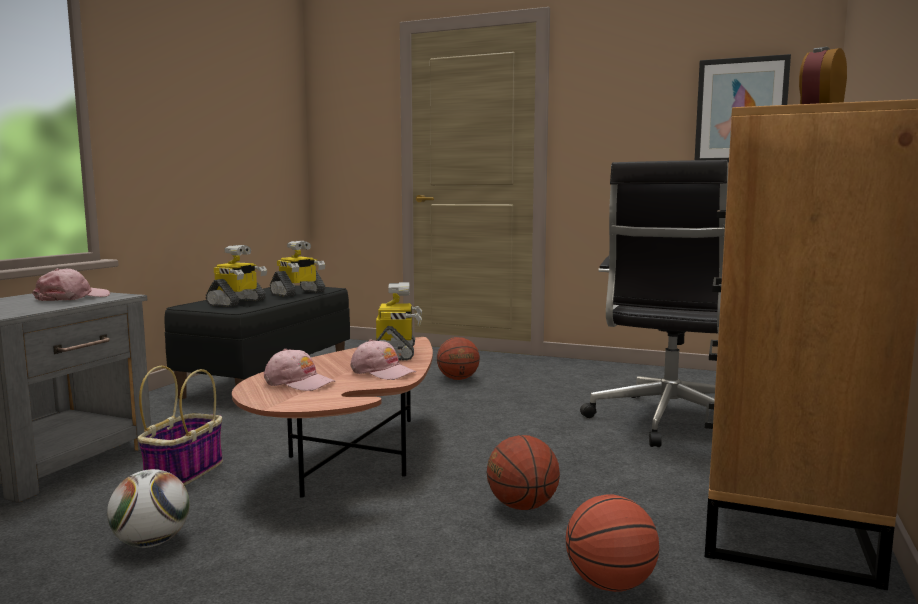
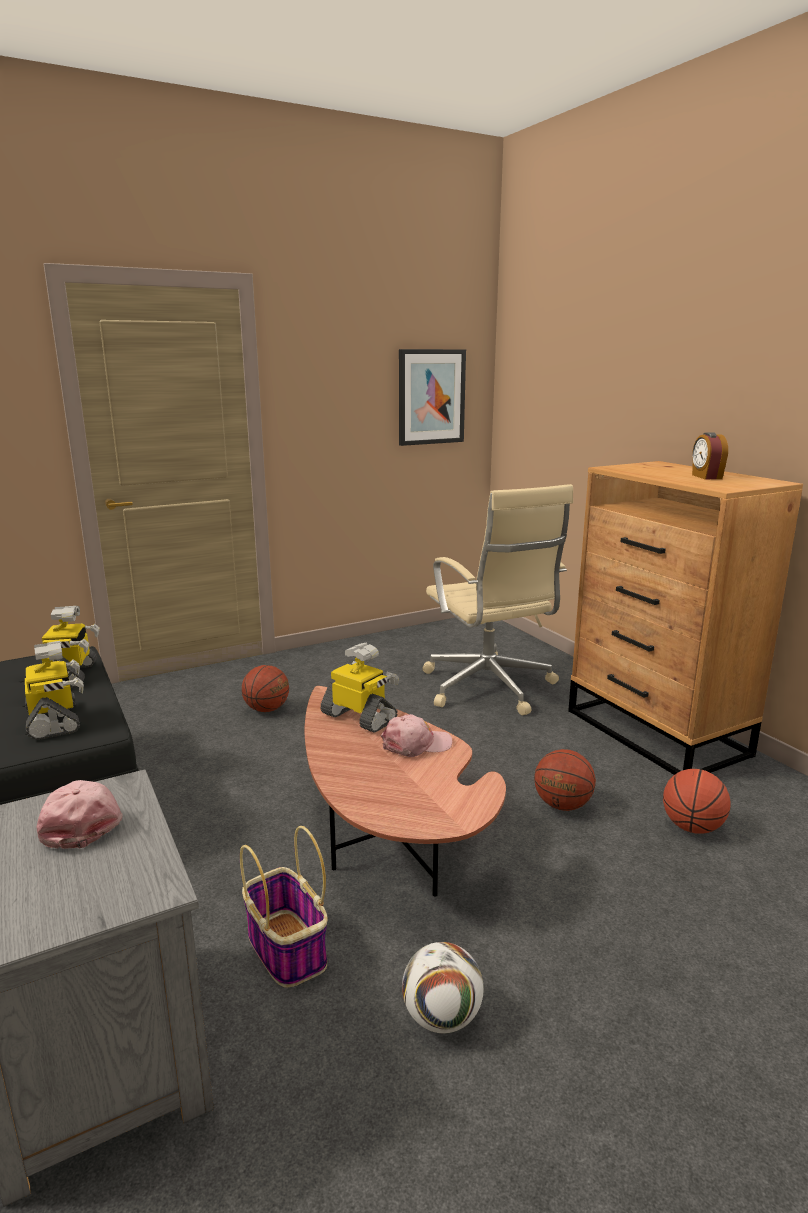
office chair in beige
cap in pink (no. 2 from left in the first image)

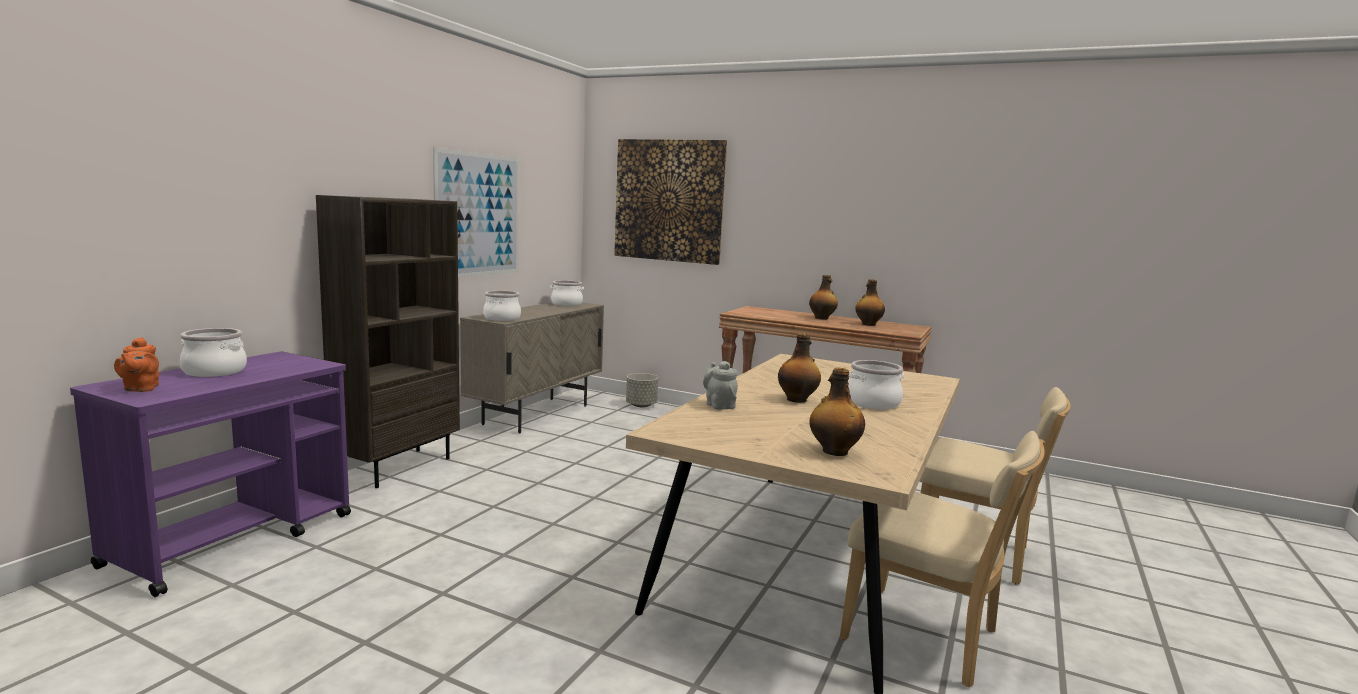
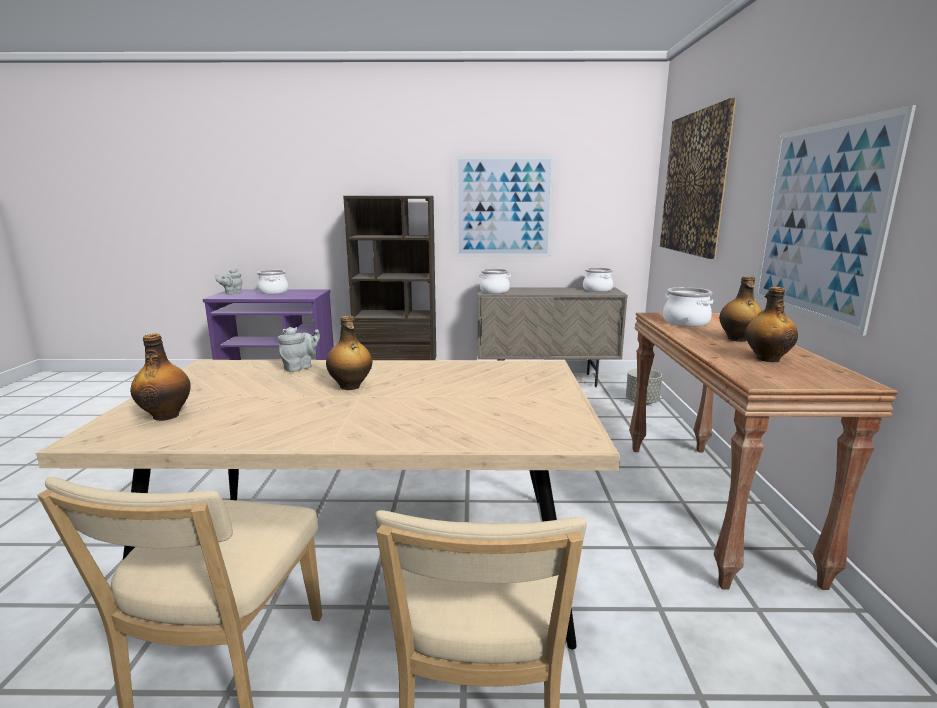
teapot in grey (no. 1 from left)
cooking pot (no. 4 from left)
picture (no. 3 from left)

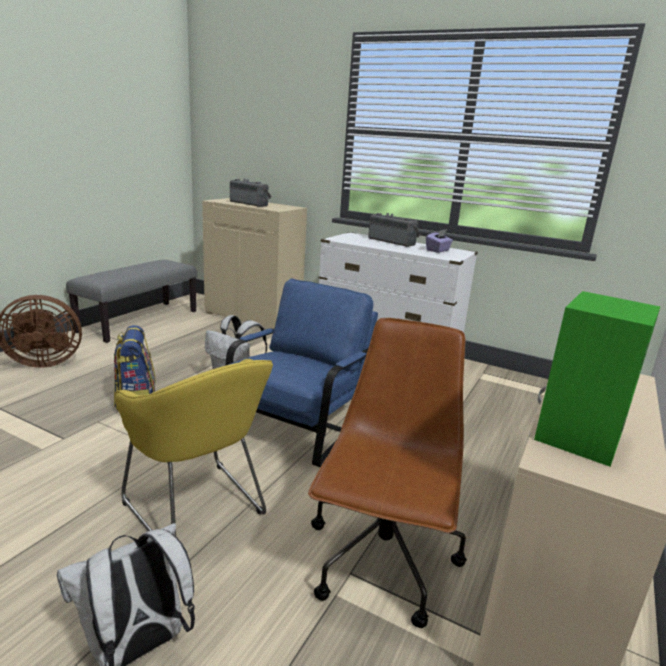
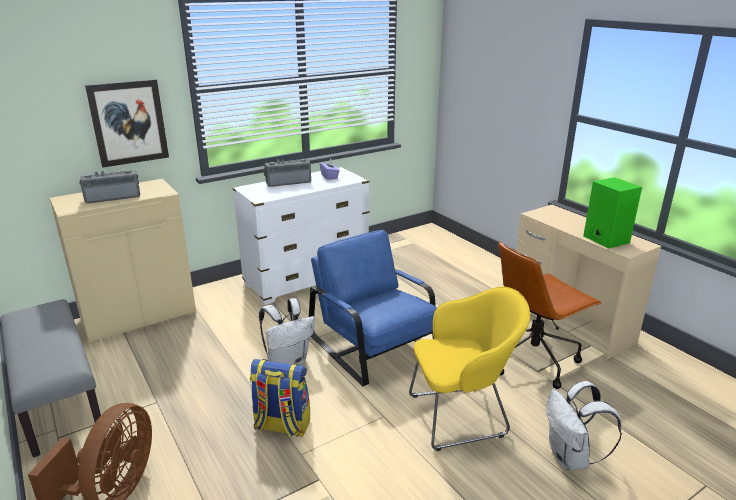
office chair in brown
picture

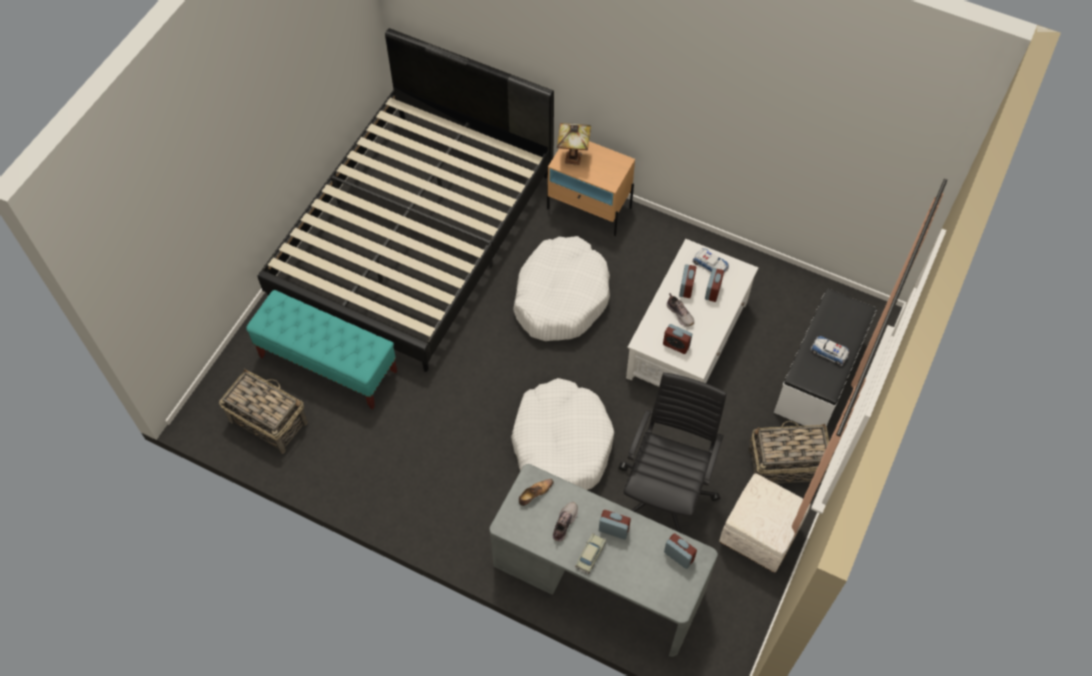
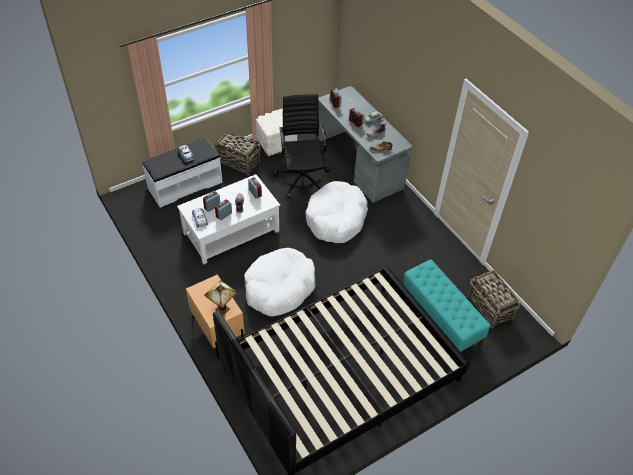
office chair in black

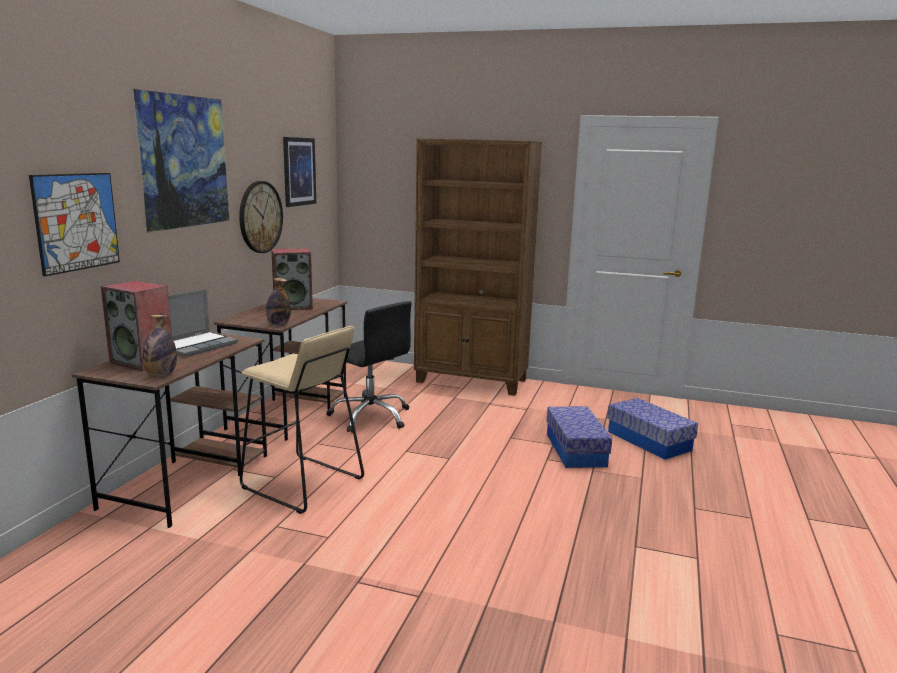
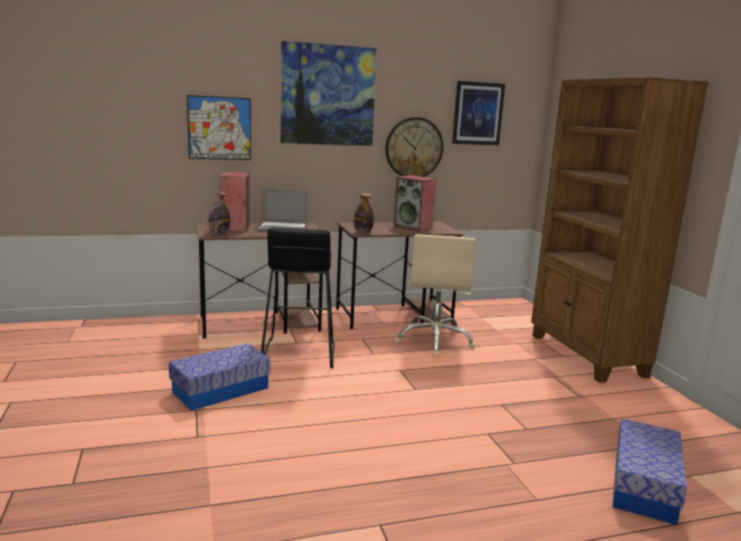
office chair in beige
stool in black
storage box (no. 1 from left)

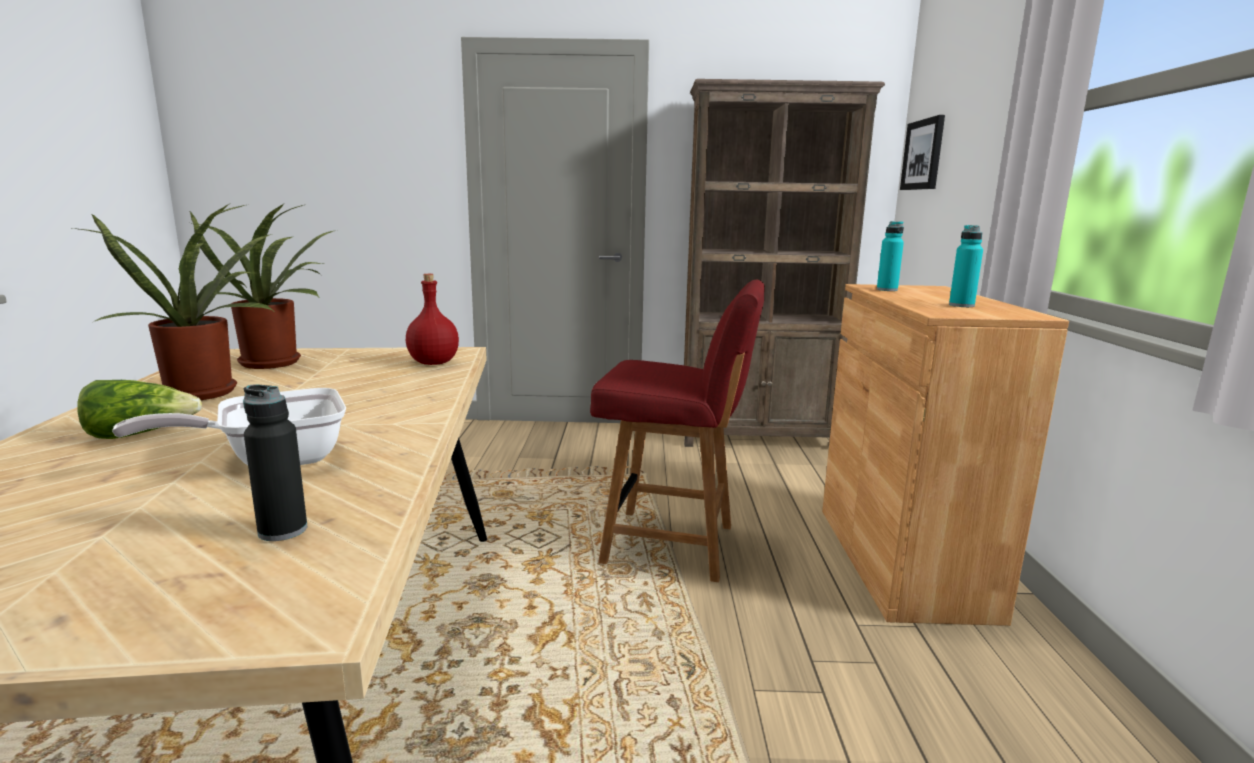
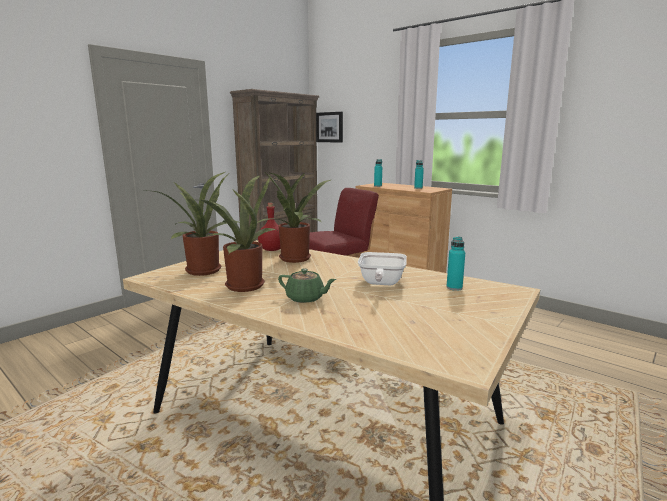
teapot in green
bottle in turquoise (no. 3 from left)
potted plant (no. 3 from left)

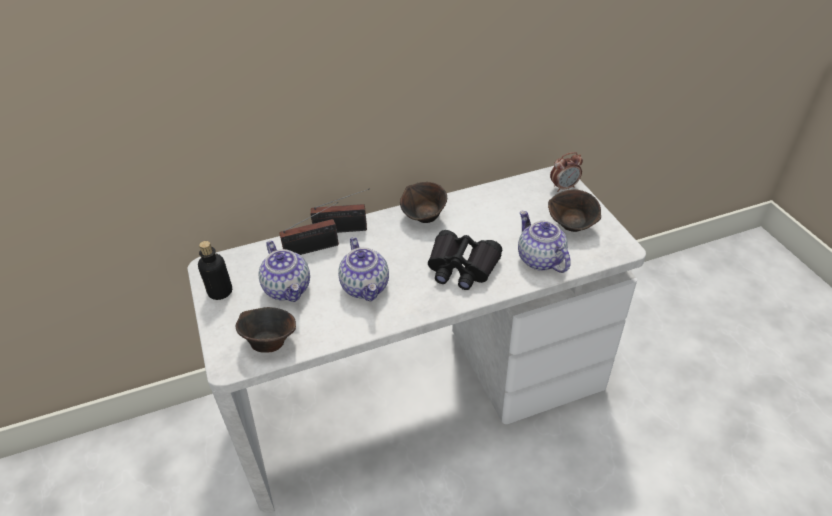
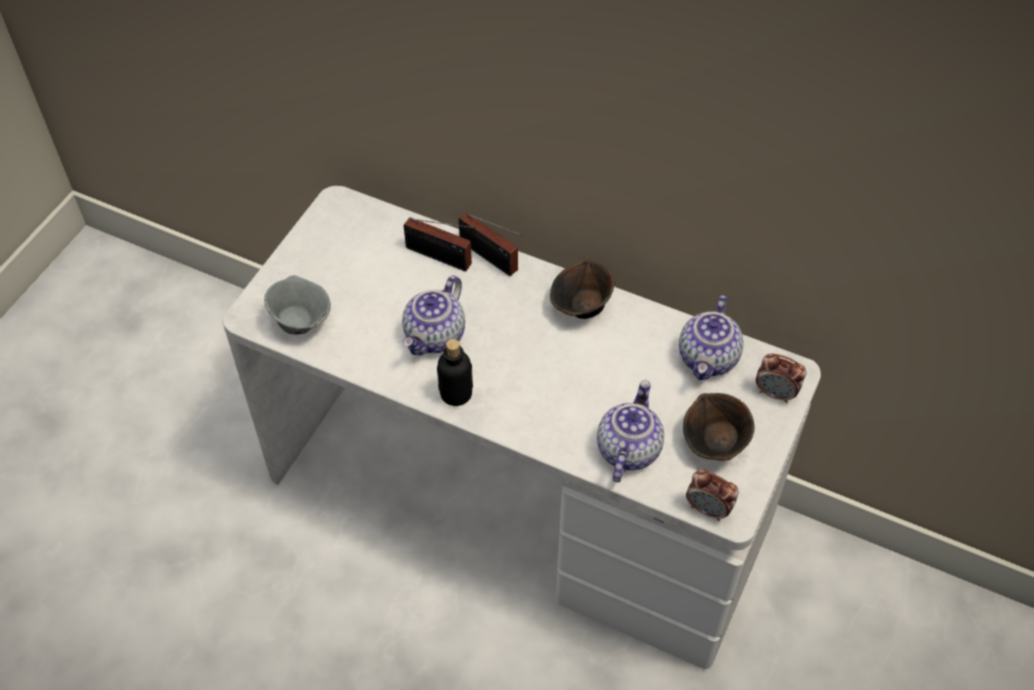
binoculars in black
bottle
teapot (no. 3 from left)
bowl in grey
alarm clock (no. 1 from left)

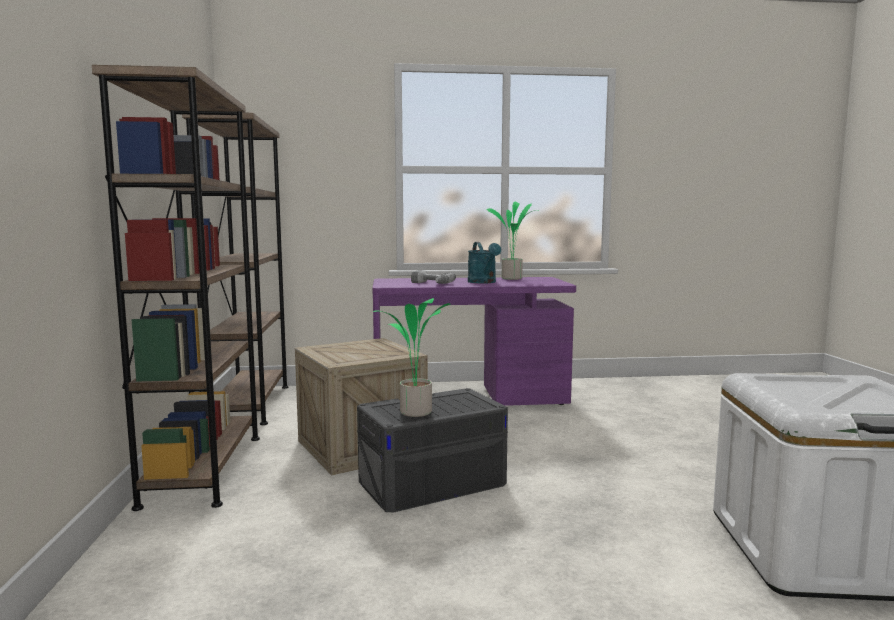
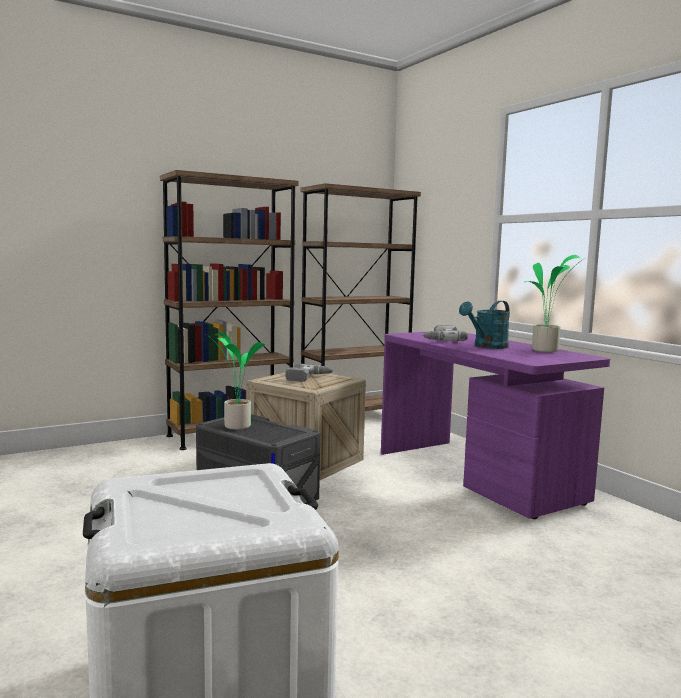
power drill (no. 1 from left)

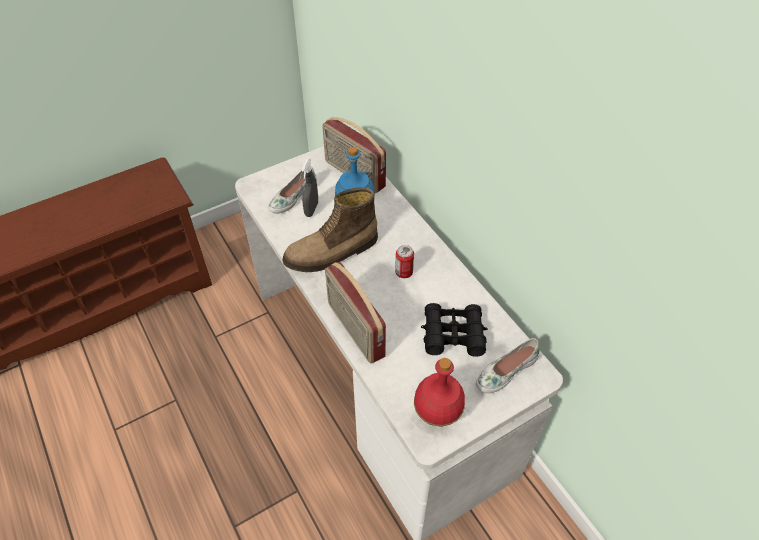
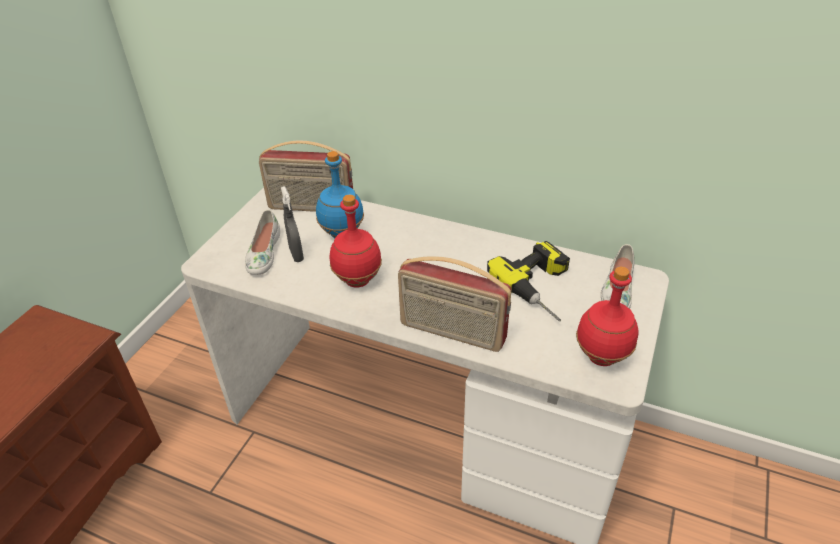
bottle in red (no. 1 from left)
can
power drill

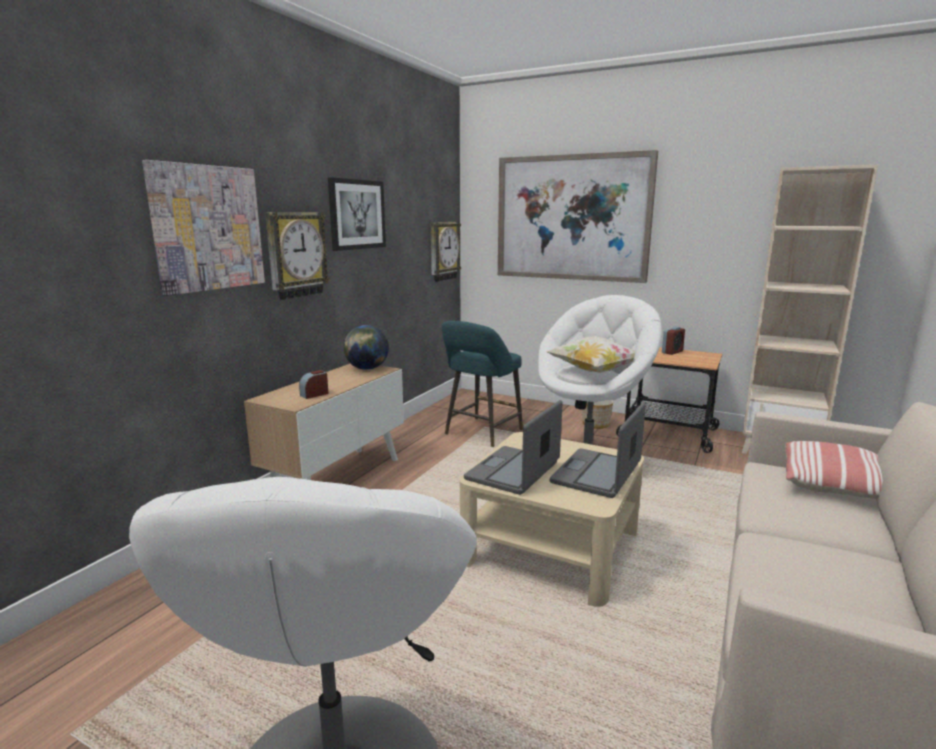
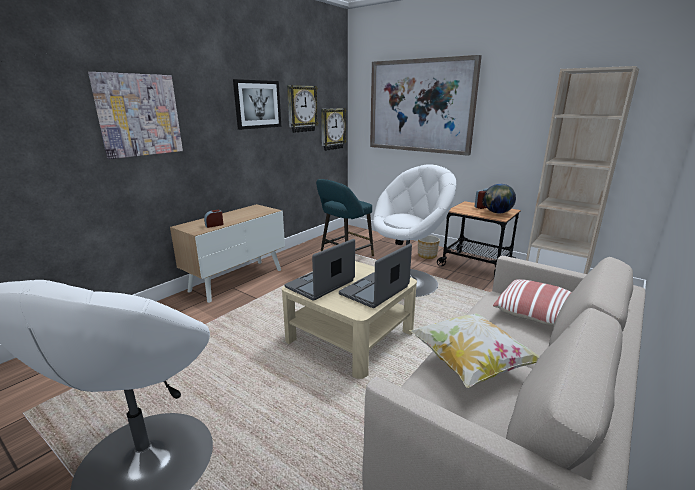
wall clock (no. 1 from left)
globe
pillow (no. 1 from left)

